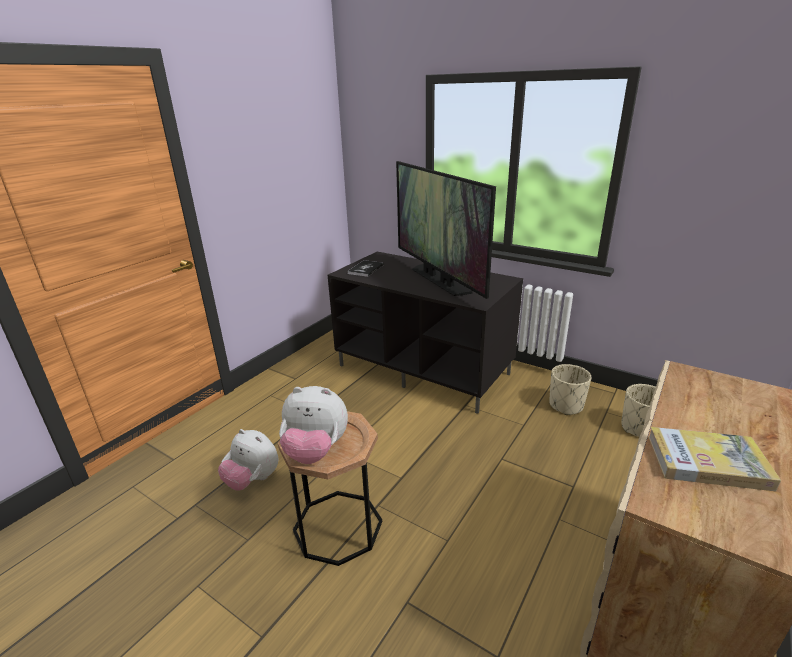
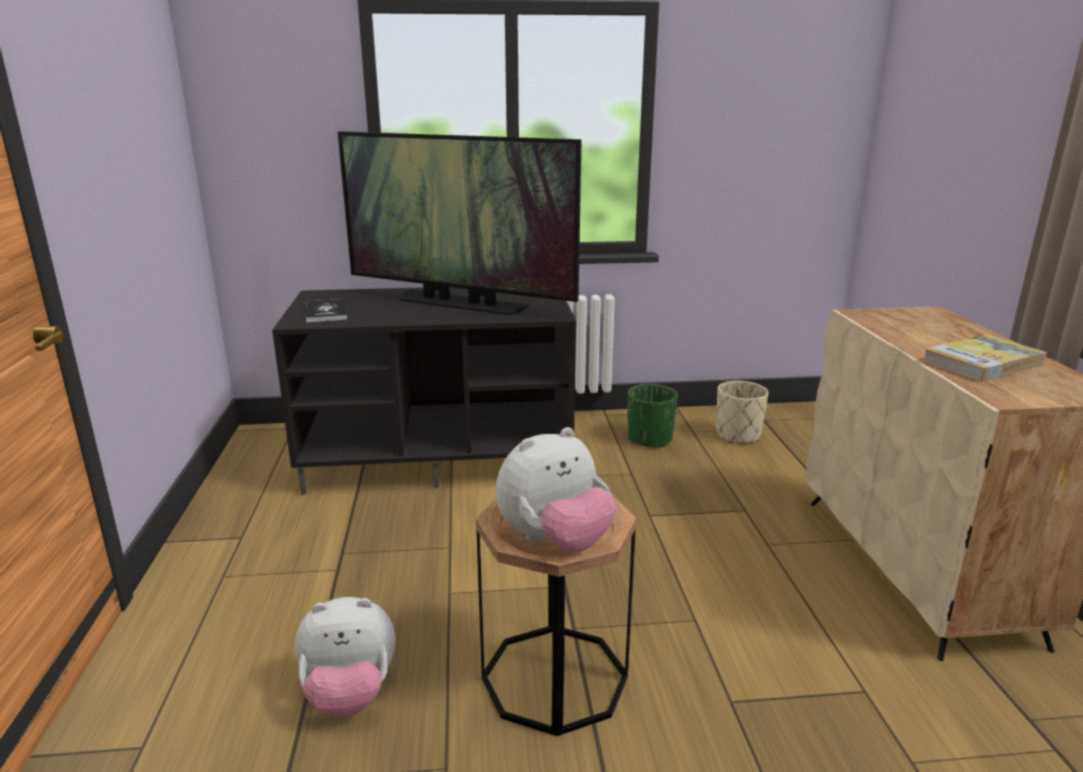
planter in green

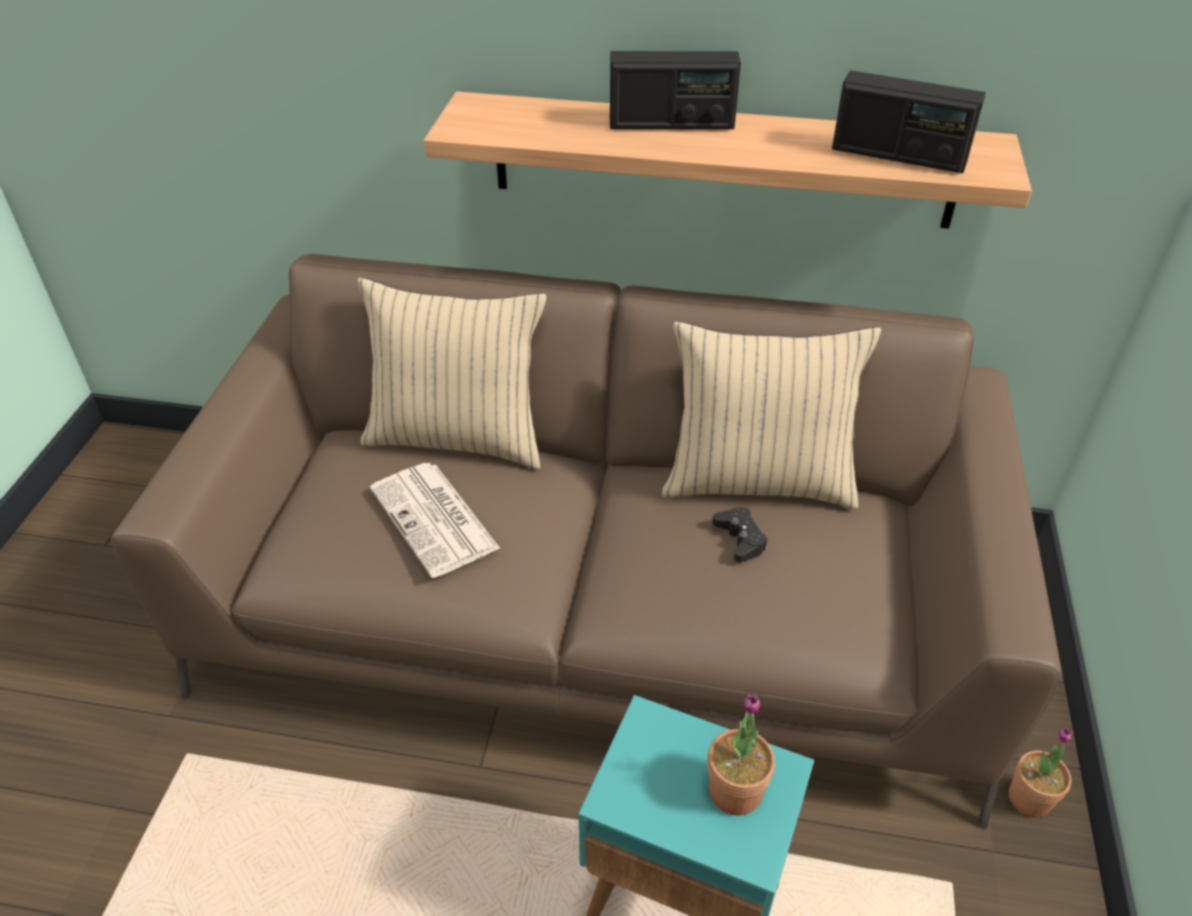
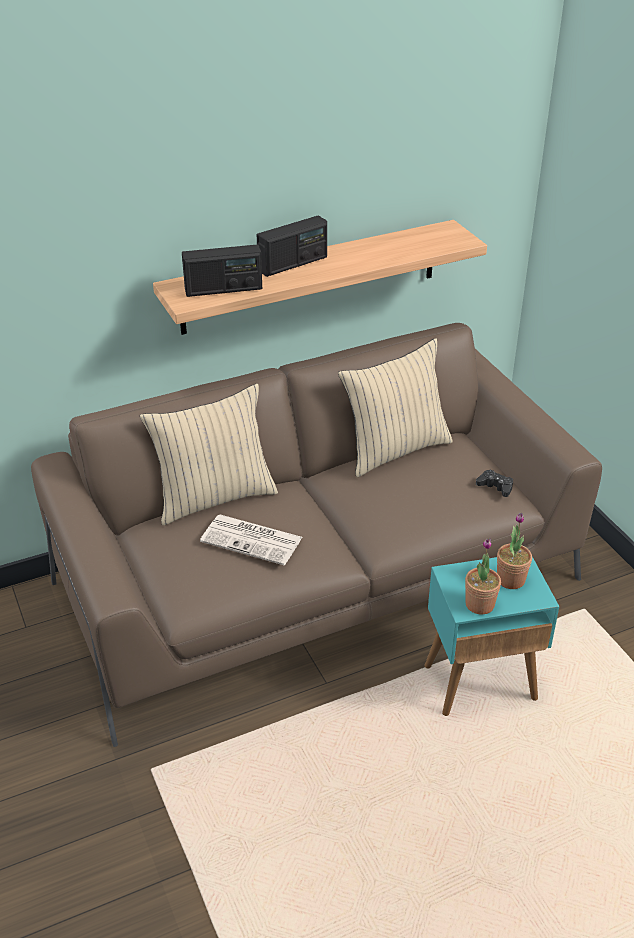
radio (no. 1 from left)
game controller in black
potted plant (no. 1 from left)

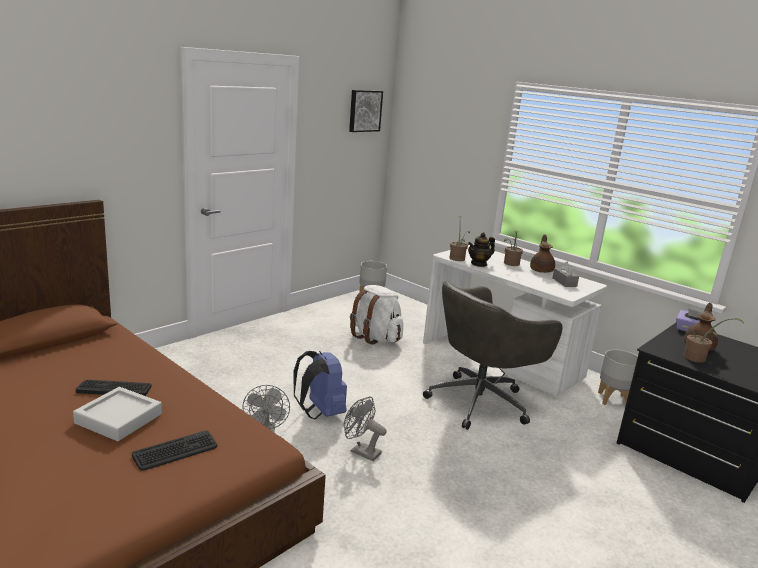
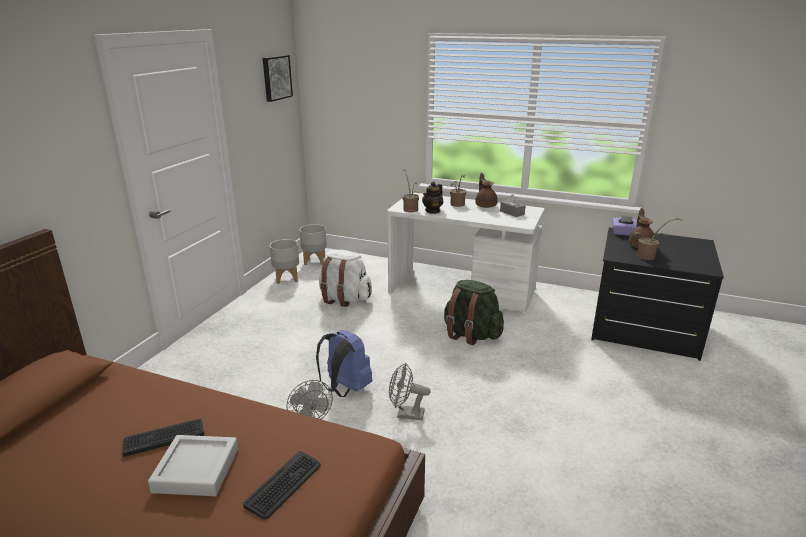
backpack in green
planter in grey (no. 1 from left)

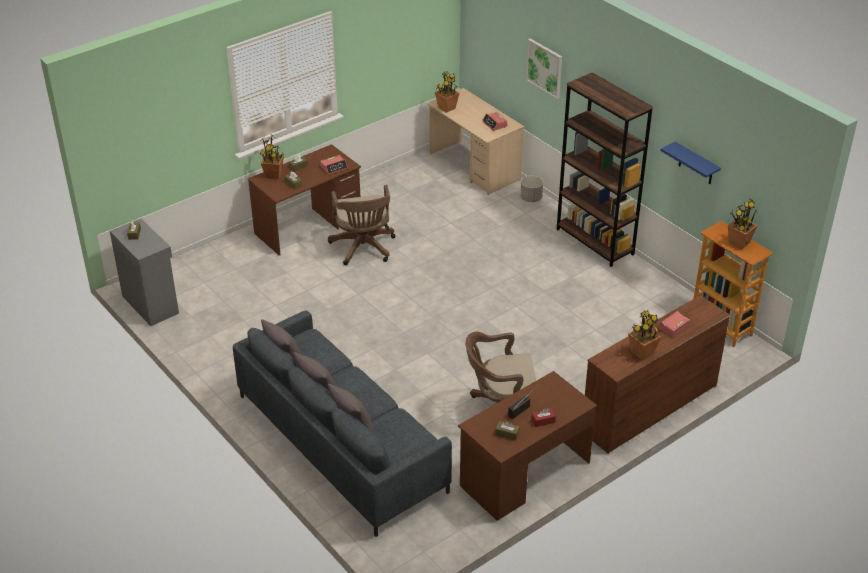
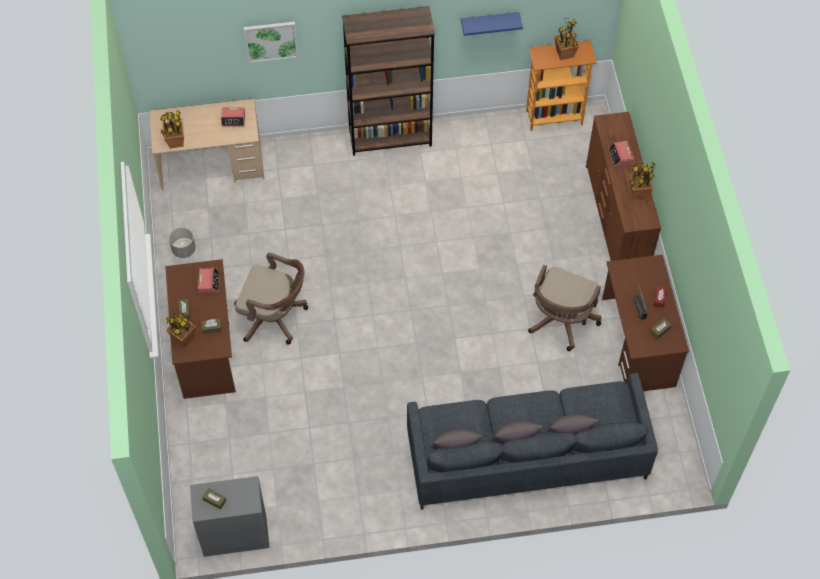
planter in grey

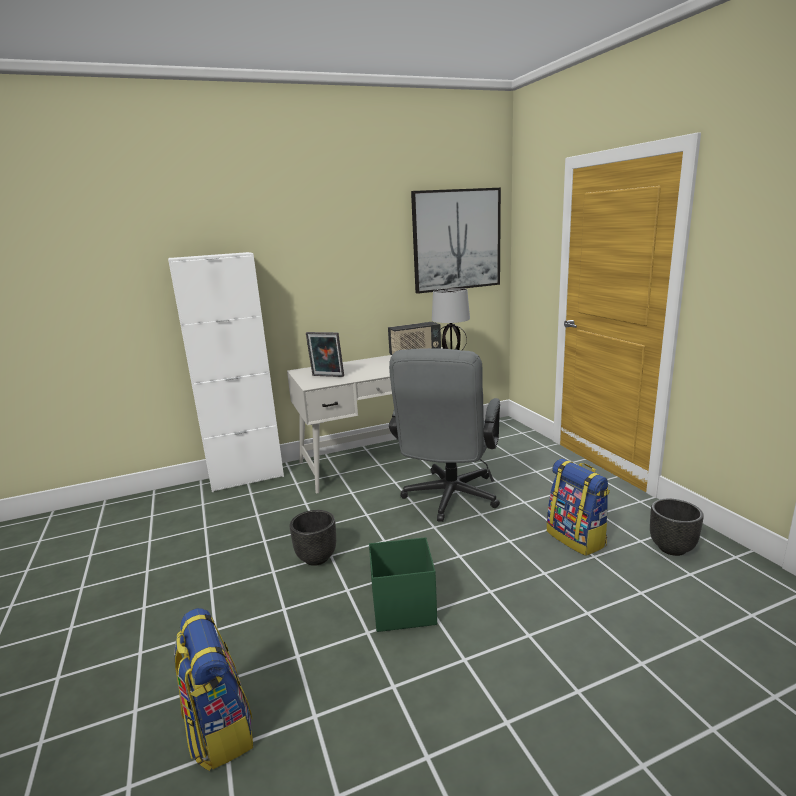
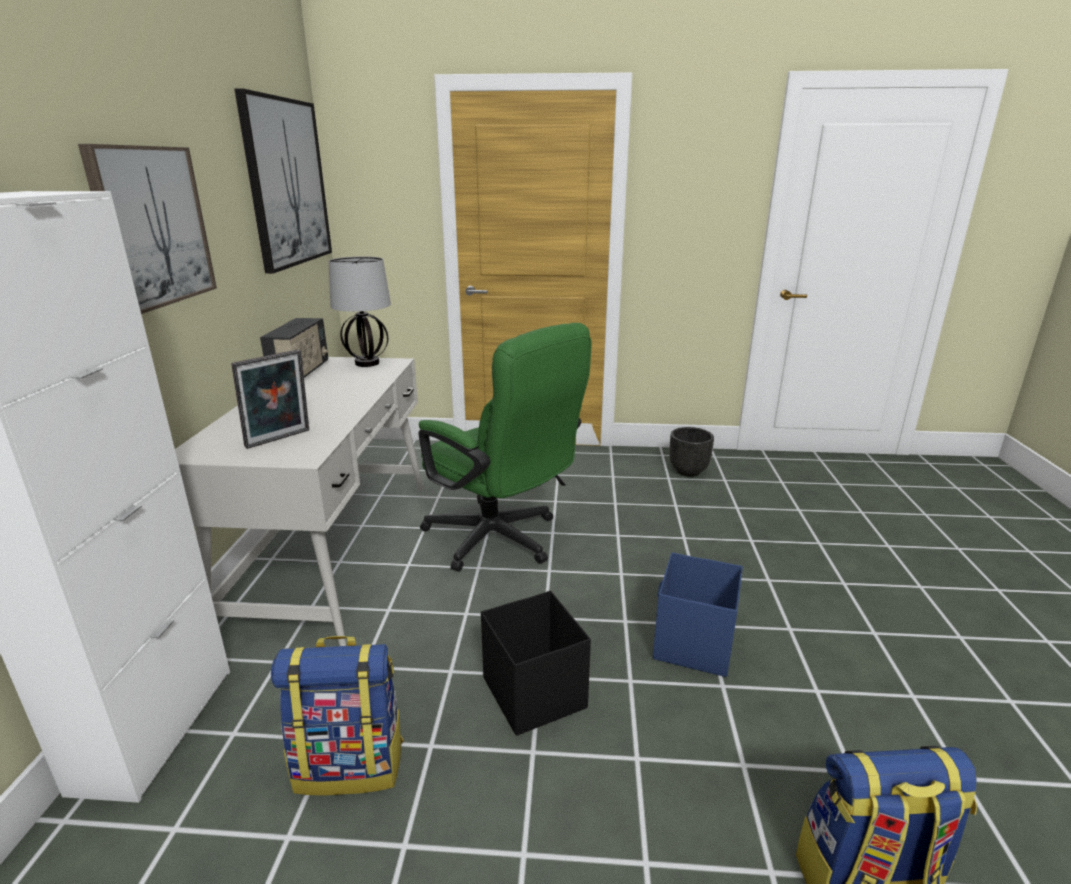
office chair in green
backpack (no. 1 from left)
storage box in black
storage box in blue
picture (no. 1 from left)

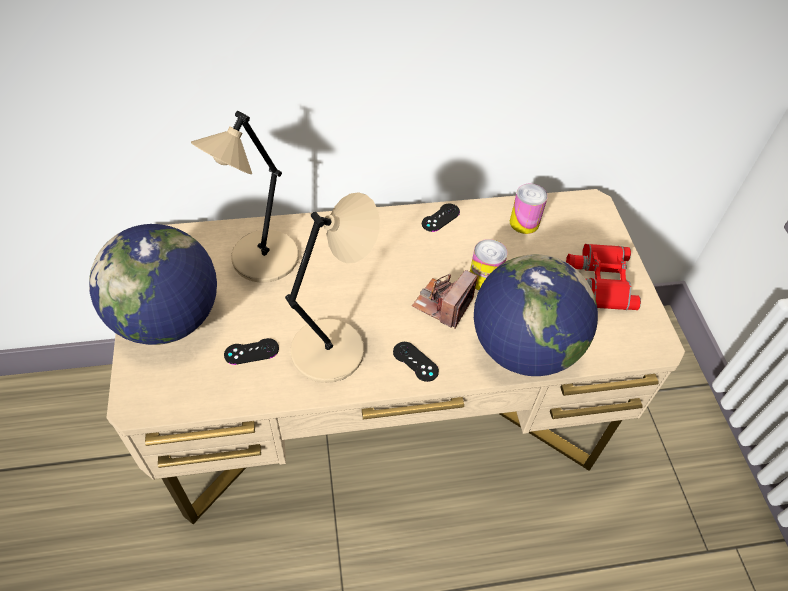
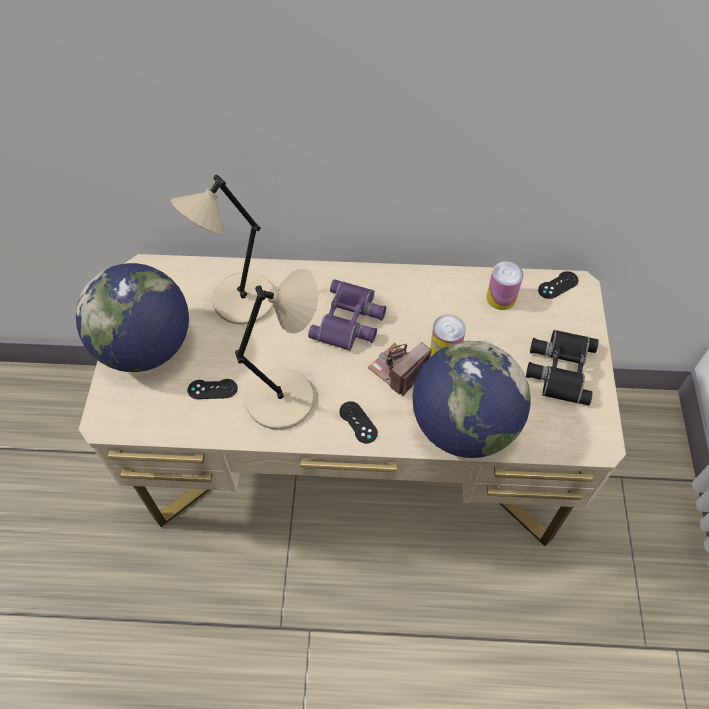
game controller in black (no. 3 from left)
binoculars in black
binoculars in purple

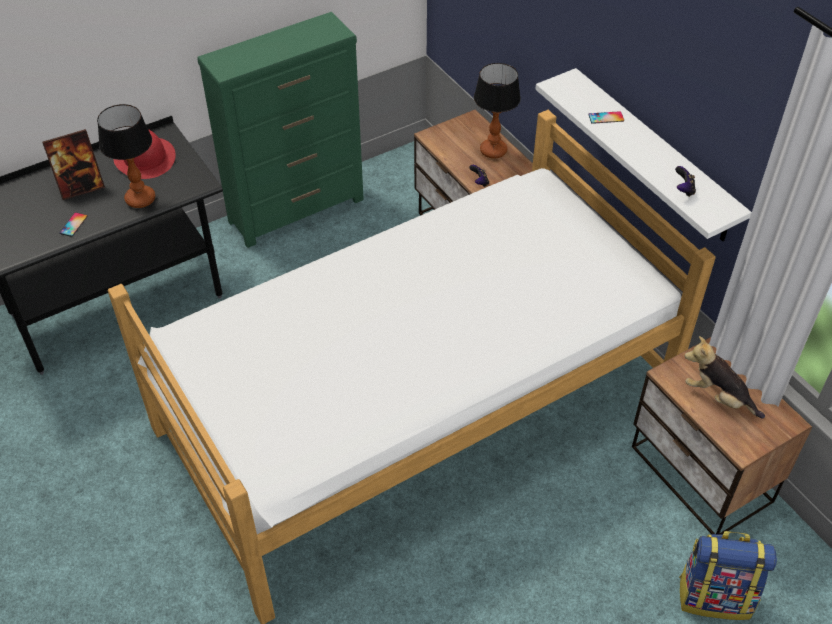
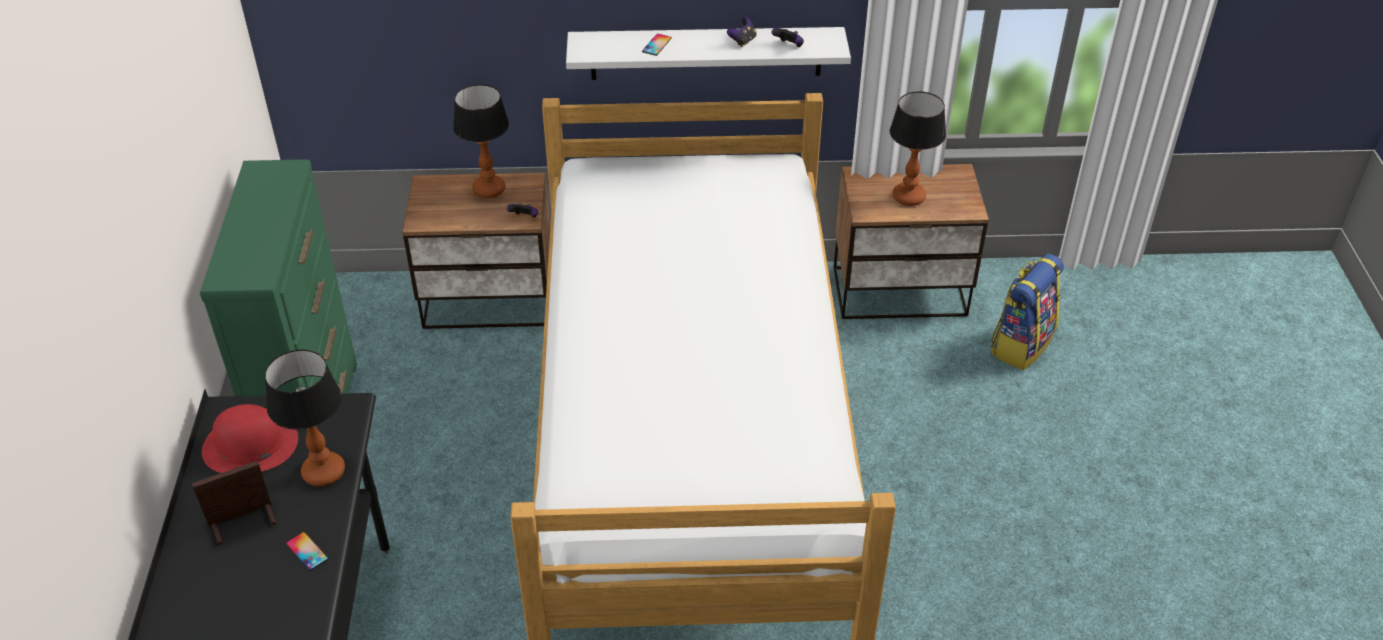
picture frame
table lamp (no. 3 from left)
game controller (no. 2 from left)

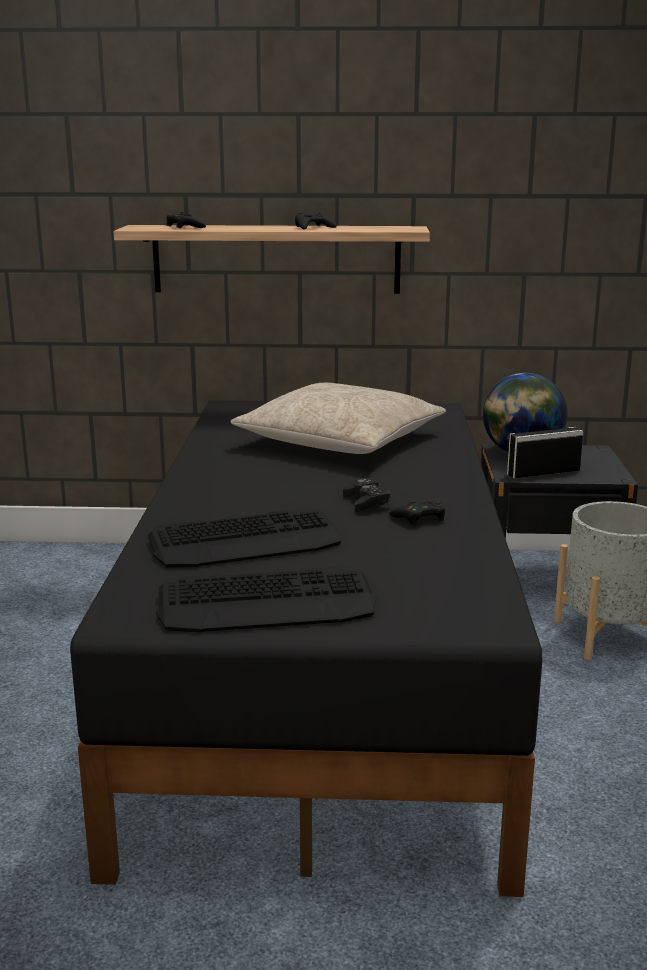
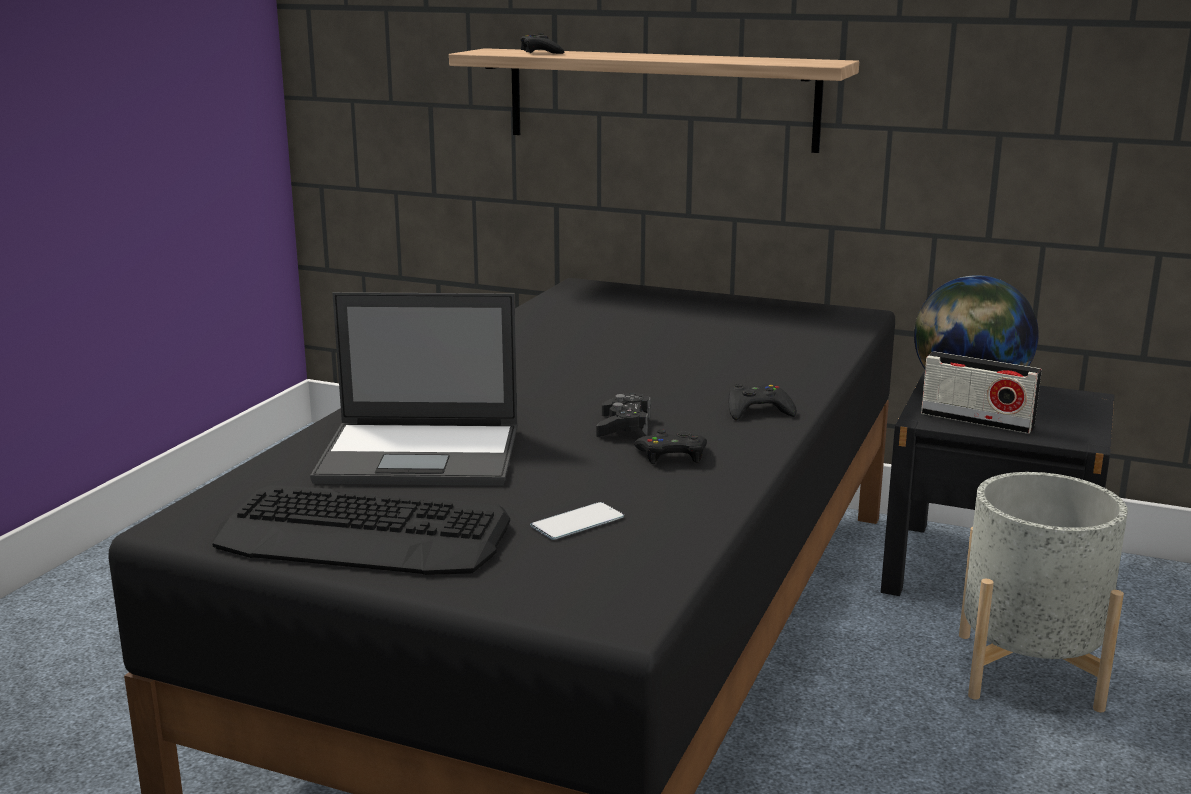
game controller in black (no. 4 from left)
pillow in beige
radio
laptop
phone

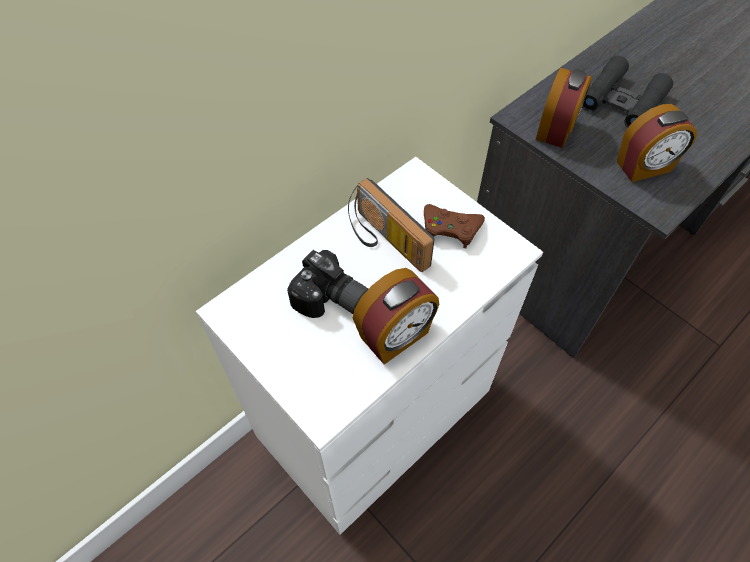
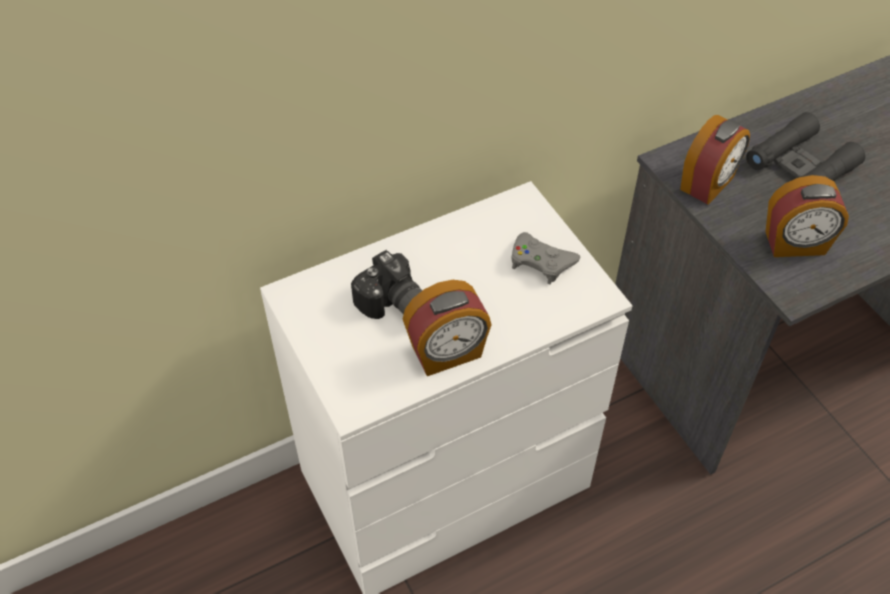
radio
game controller in grey

